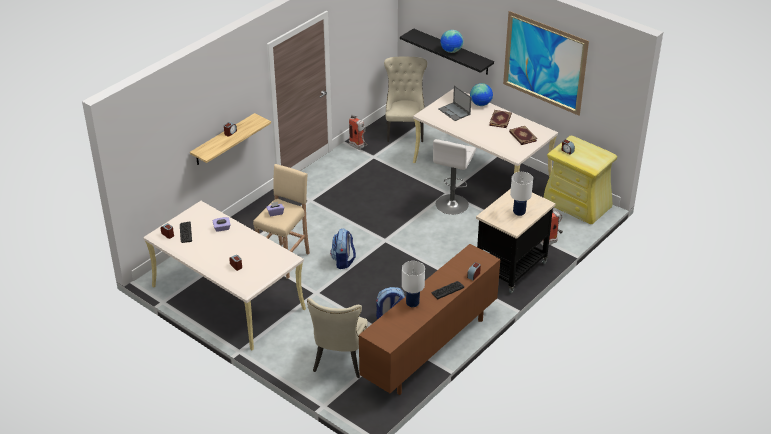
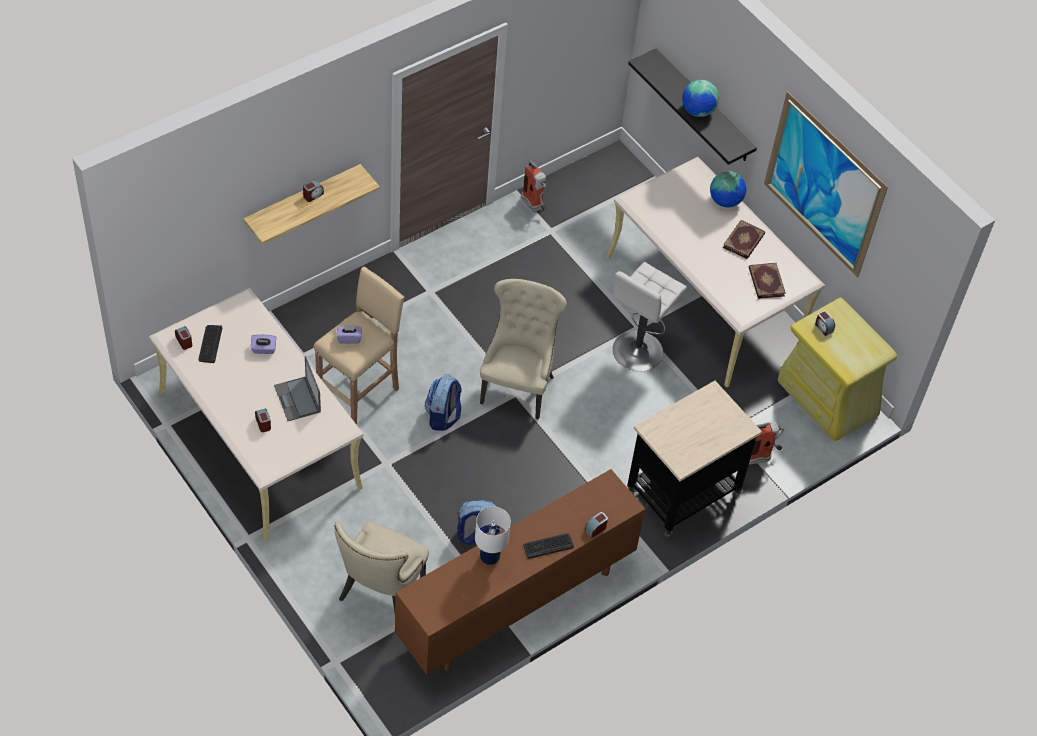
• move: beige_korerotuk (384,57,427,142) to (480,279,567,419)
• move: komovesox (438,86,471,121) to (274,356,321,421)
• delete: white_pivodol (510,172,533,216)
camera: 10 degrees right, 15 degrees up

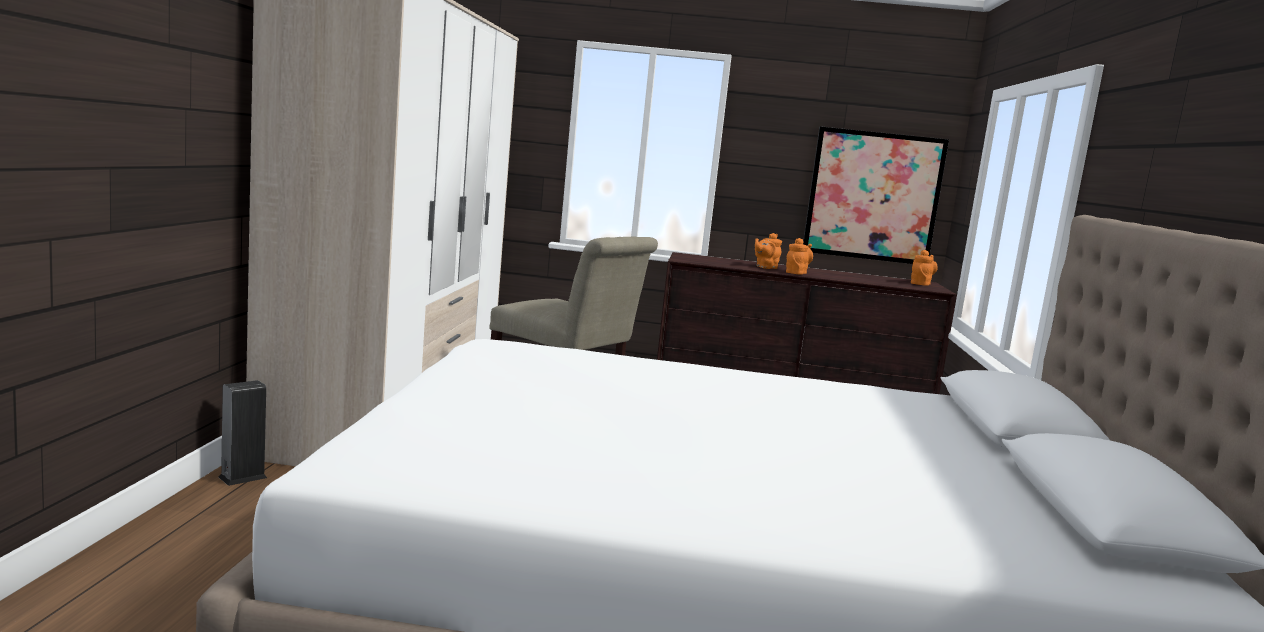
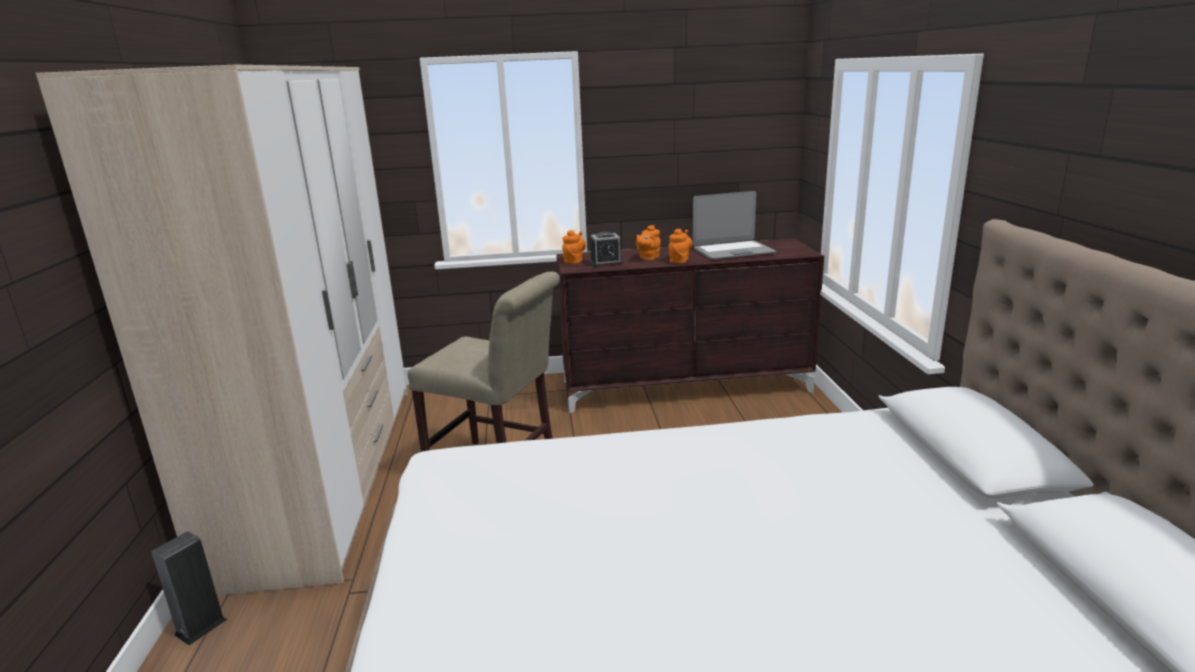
• delete: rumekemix (803,126,949,264)
• move: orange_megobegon (911,250,938,286) to (562,230,586,264)
• insert: komovesox (693,191,776,259)
• insert: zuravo (590,232,623,267)
camera: 10 degrees left, 10 degrees up

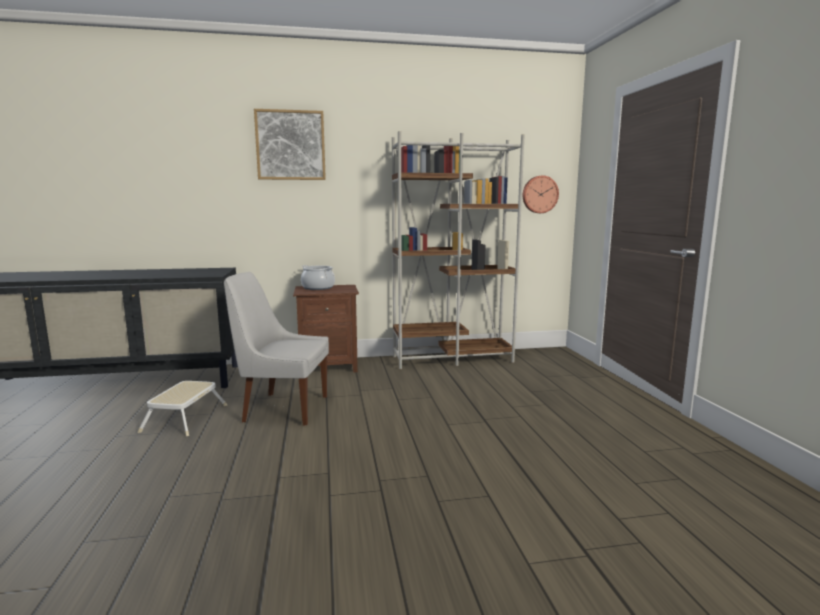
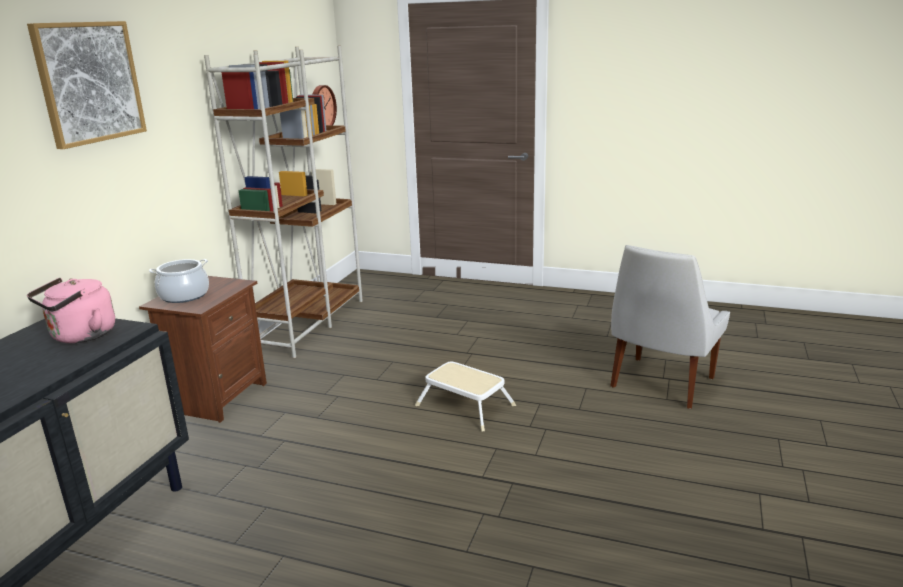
• move: white_korerotuk (224,272,329,426) to (610,245,730,409)
• move: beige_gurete (137,381,227,436) to (415,362,516,431)
• insert: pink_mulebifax (27,278,115,343)
camera: 60 degrees left, 10 degrees up

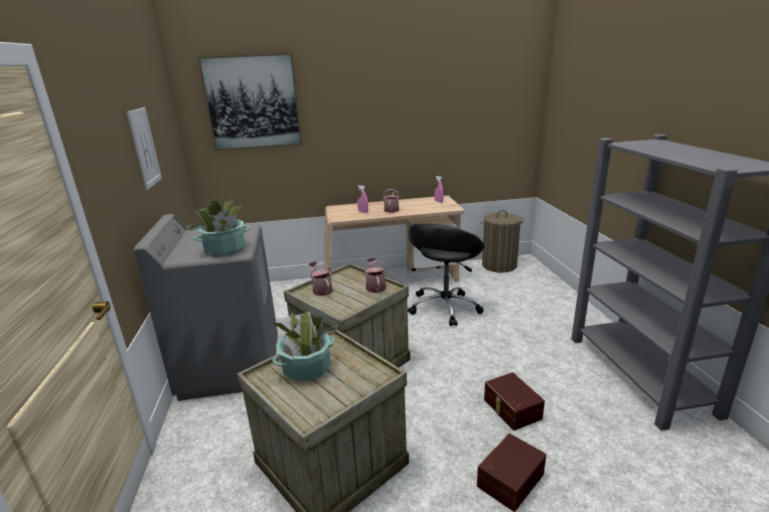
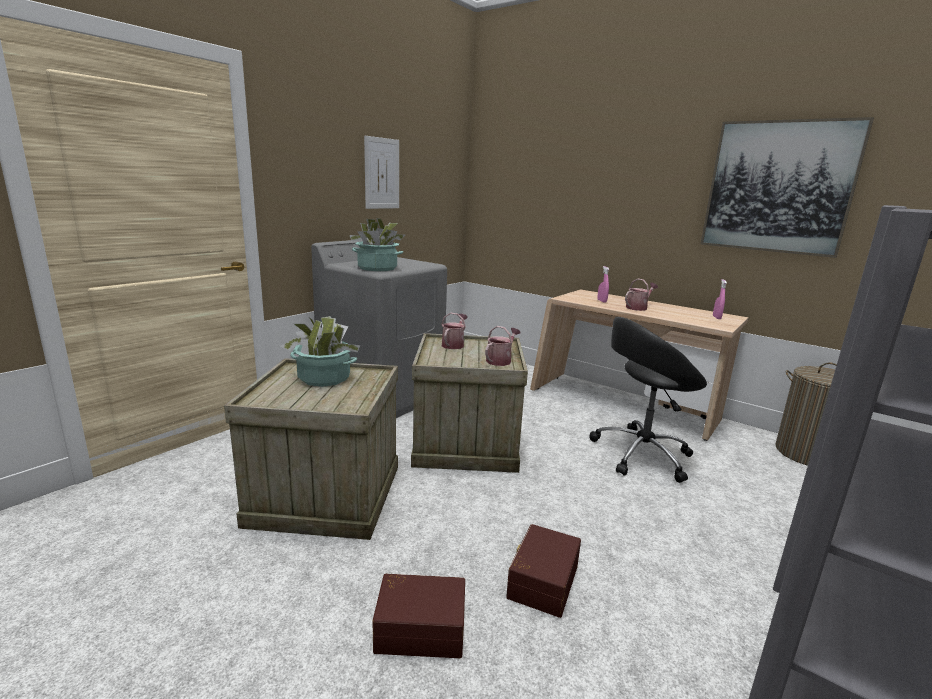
• move: rumekemix (198,53,302,151) to (701,117,874,258)
camera: 45 degrees right, 5 degrees down

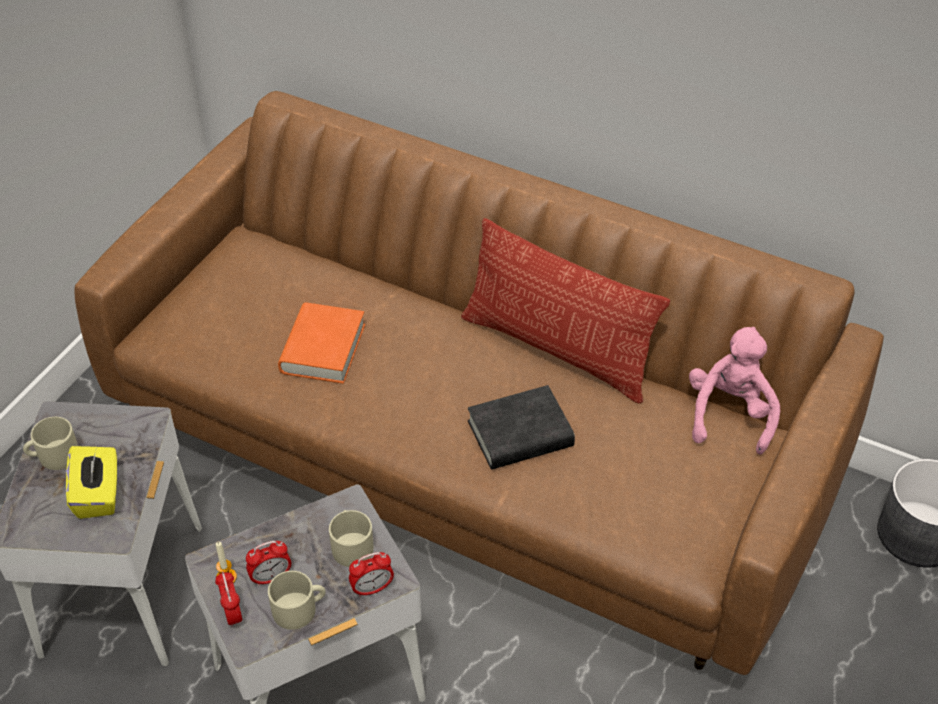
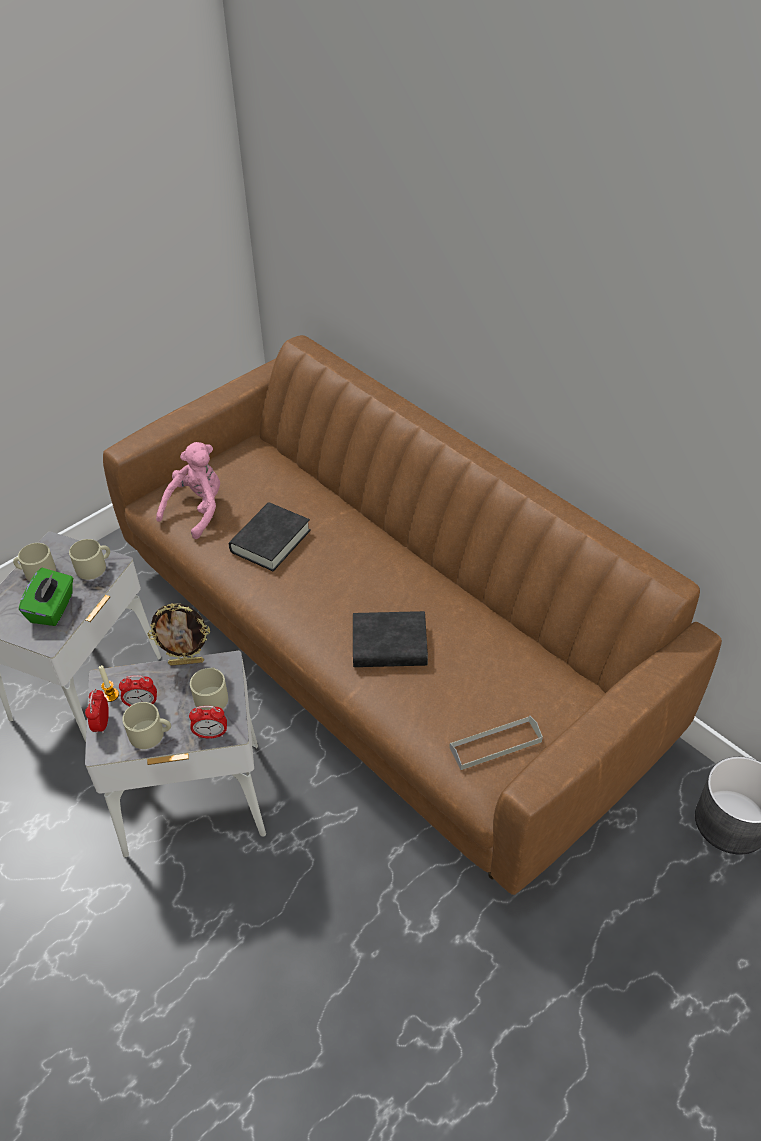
• delete: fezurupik (461,218,670,404)
• recolor: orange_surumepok (278,303,365,384) to black_surumepok (229,502,311,571)
• move: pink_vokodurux (689,327,780,455) to (156,442,220,539)
• recolor: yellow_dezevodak (66,446,117,519) to green_dezevodak (19,568,73,626)
• insert: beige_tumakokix (69,539,110,580)
• insert: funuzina (147,603,210,666)
• insert: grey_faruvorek (449,716,543,770)
camera: 20 degrees right, 0 degrees up

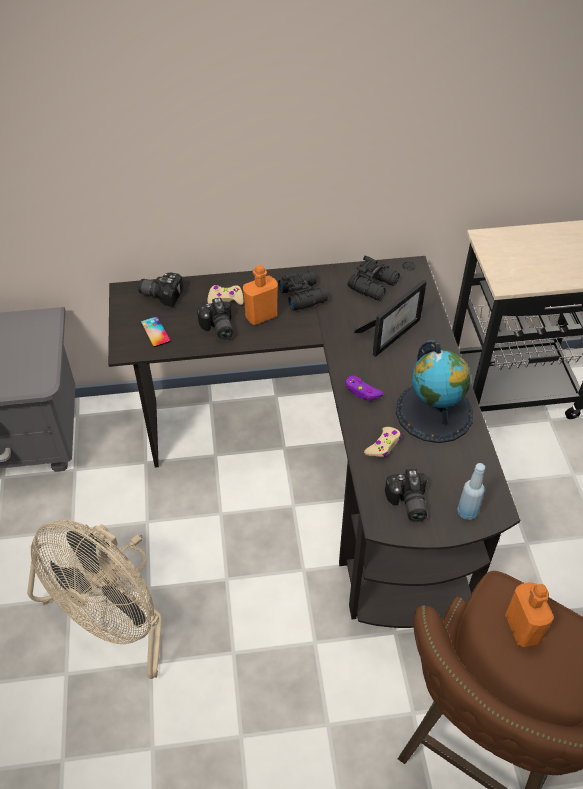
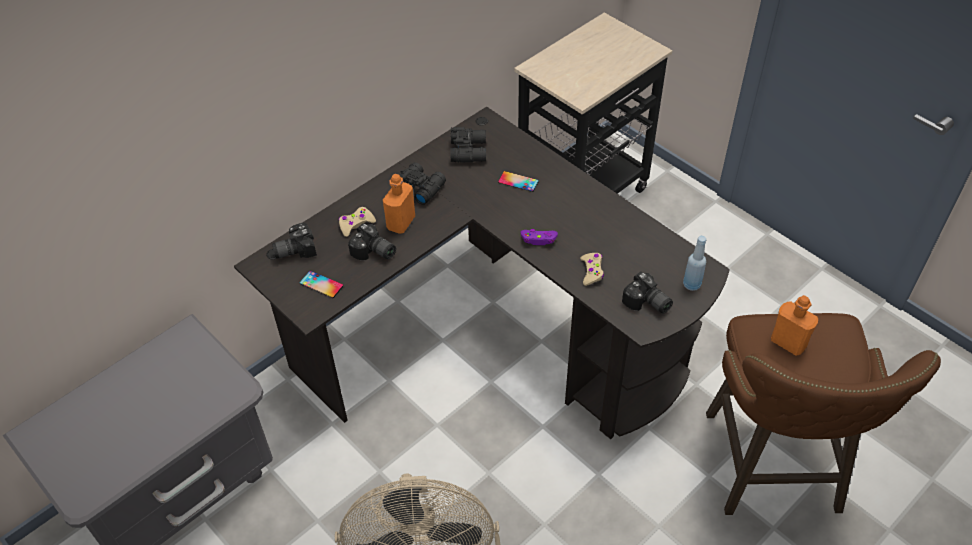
• replace: funuzina (353,280,427,357) to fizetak (498,171,539,192)
• delete: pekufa (396,340,473,443)
camera: 35 degrees left, 0 degrees up

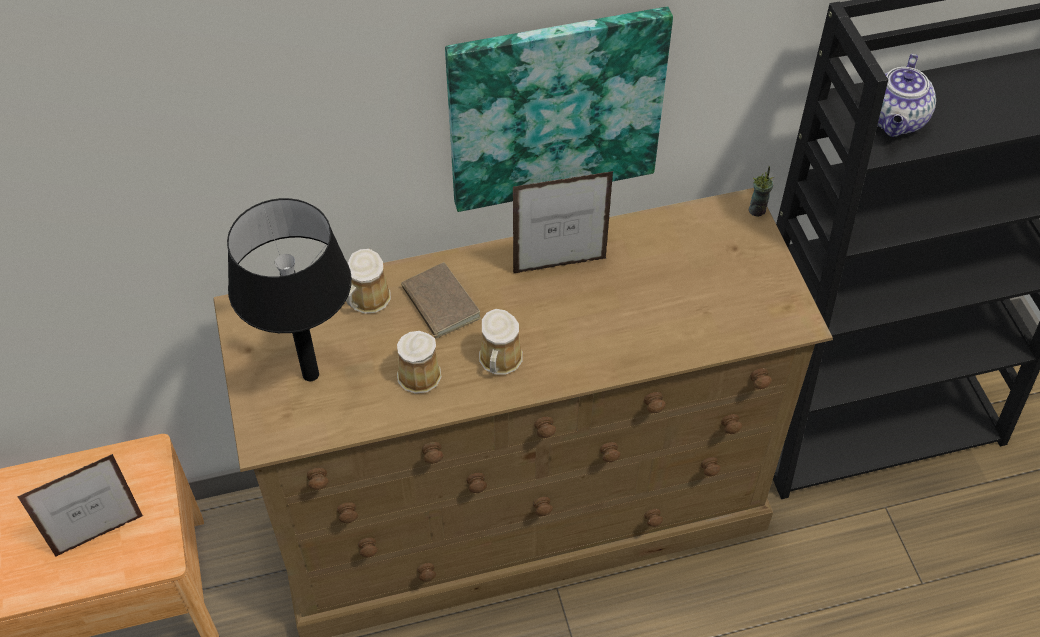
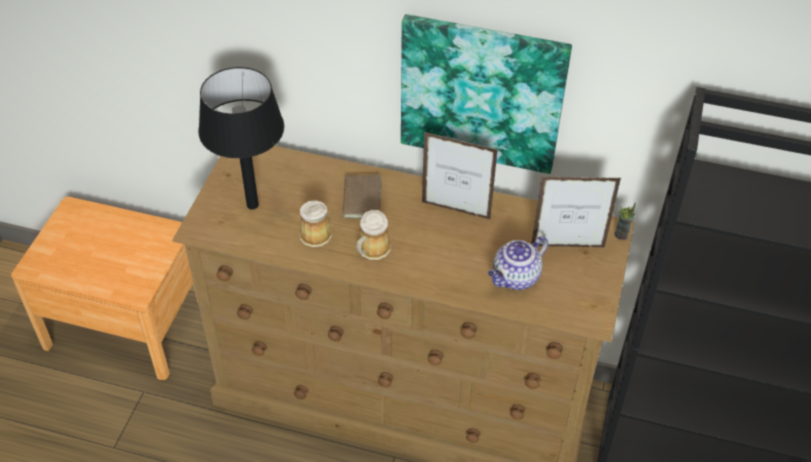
• move: megobegon (878,54,936,137) to (488,236,548,290)
• delete: tumakokix (346,249,391,314)
• move: funuzina (17,454,144,556) to (531,176,621,248)
camera: 30 degrees right, 5 degrees down

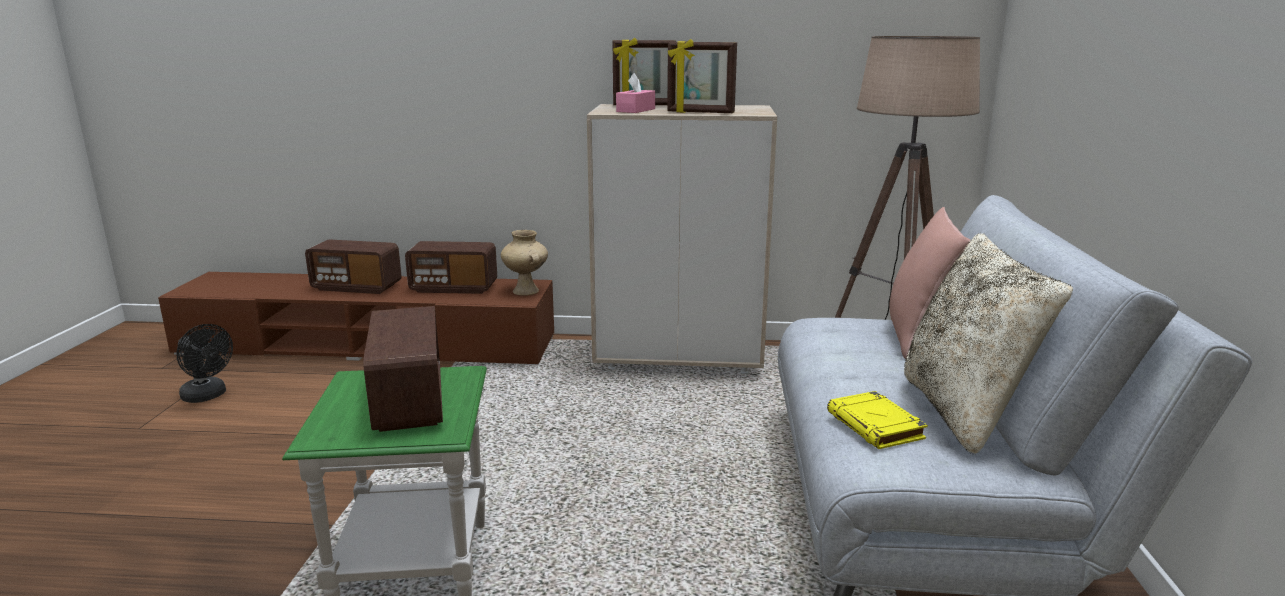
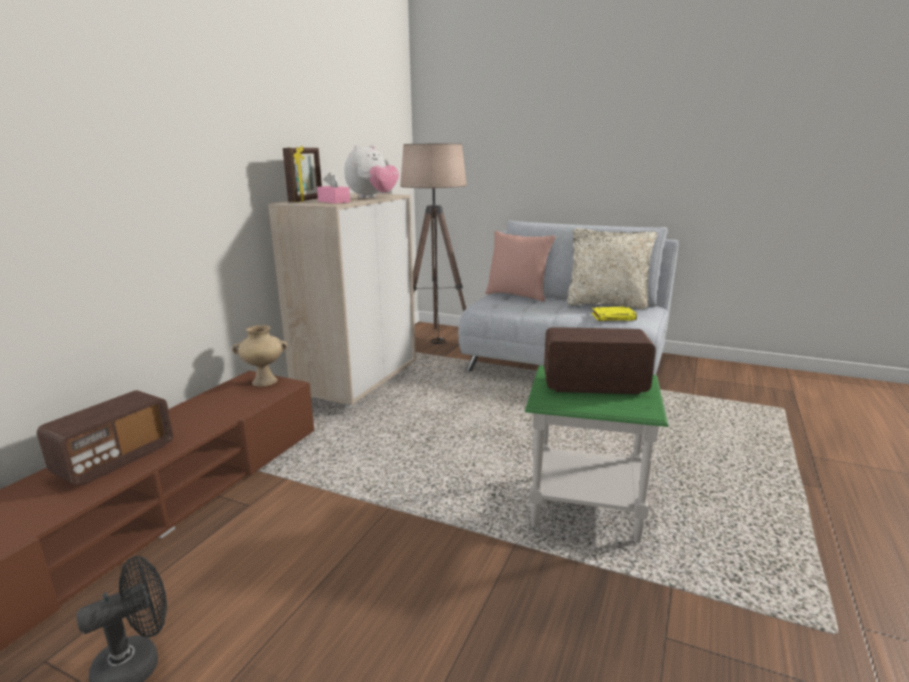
• replace: funuzina (667,39,737,113) to vokodurux (344,145,399,199)
• delete: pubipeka (405,241,497,294)
camera: 70 degrees left, 0 degrees up

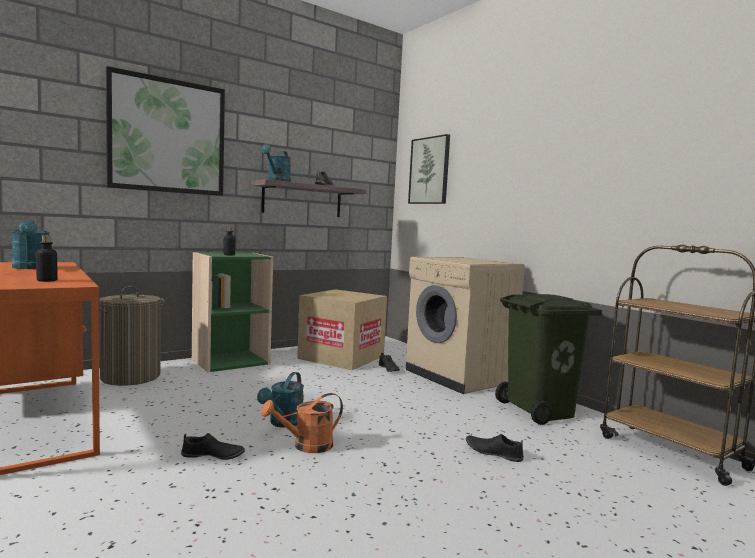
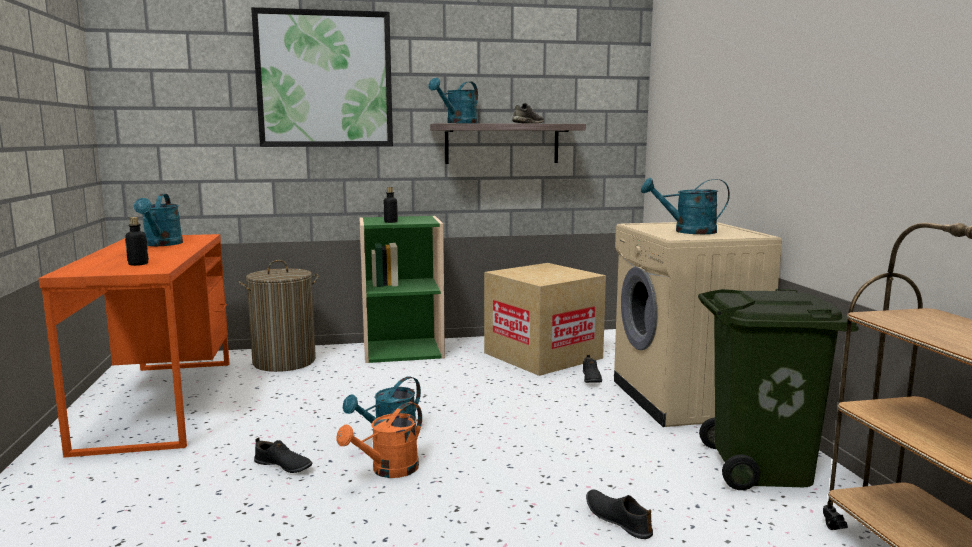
• delete: rumekemix (408,134,450,204)
• rotate: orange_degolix (261,393,343,453) = (336,402,422,478) 45 degrees counterclockwise
• insert: turquoise_degolix (641,178,730,234)
camera: 25 degrees right, 5 degrees up

